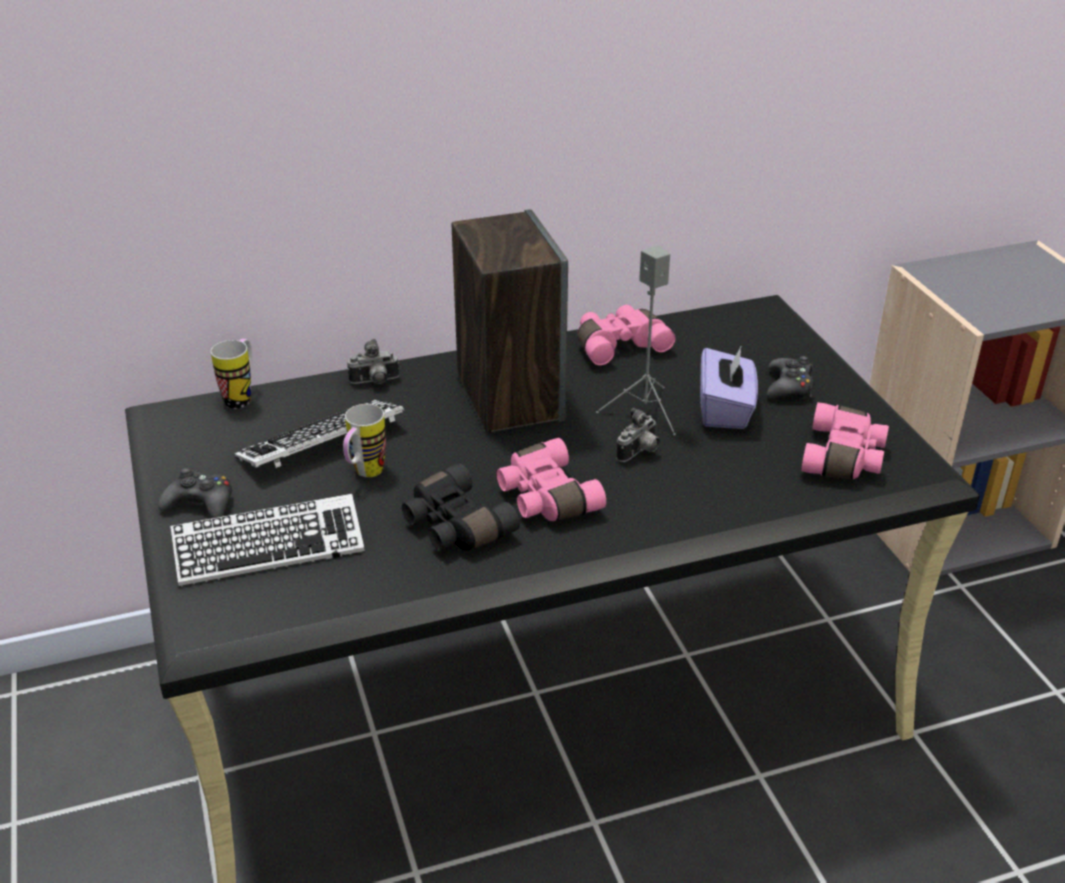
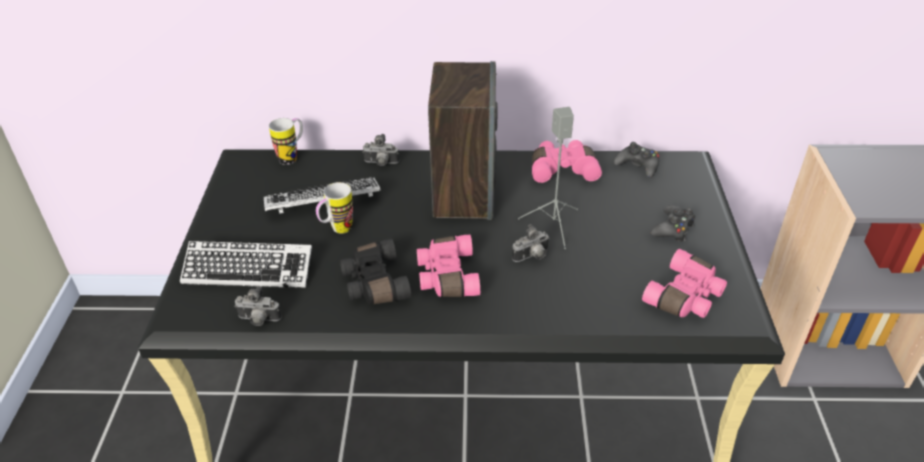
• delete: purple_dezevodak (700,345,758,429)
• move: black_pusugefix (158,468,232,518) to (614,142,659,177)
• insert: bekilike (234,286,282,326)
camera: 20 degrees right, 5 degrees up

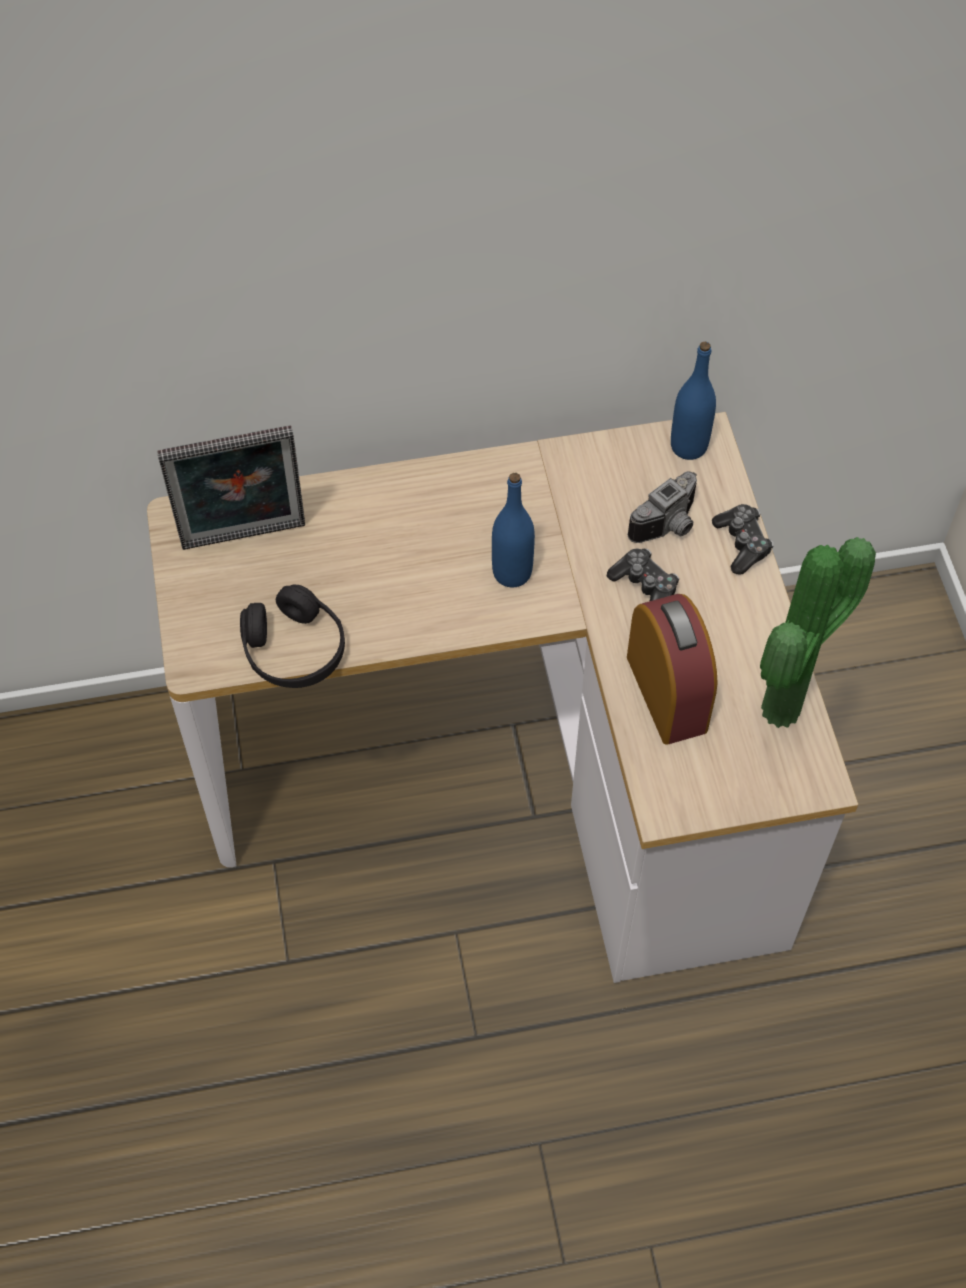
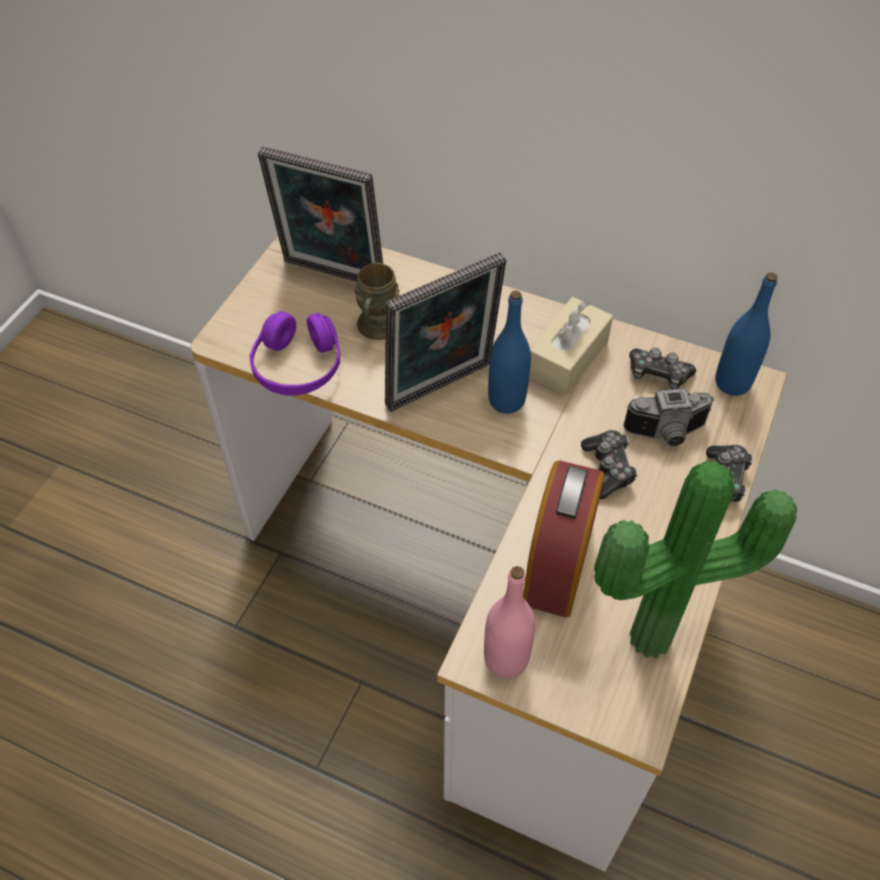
• recolor: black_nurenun (240,585,345,688) to purple_nurenun (249,311,340,396)
• insert: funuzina (385,252,506,412)
• insert: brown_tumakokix (355,263,400,340)
• insert: beige_dezevodak (529,297,613,396)
• insert: pusugefix (629,347,696,390)
• insert: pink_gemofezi (484,566,535,679)
camera: 35 degrees right, 5 degrees down

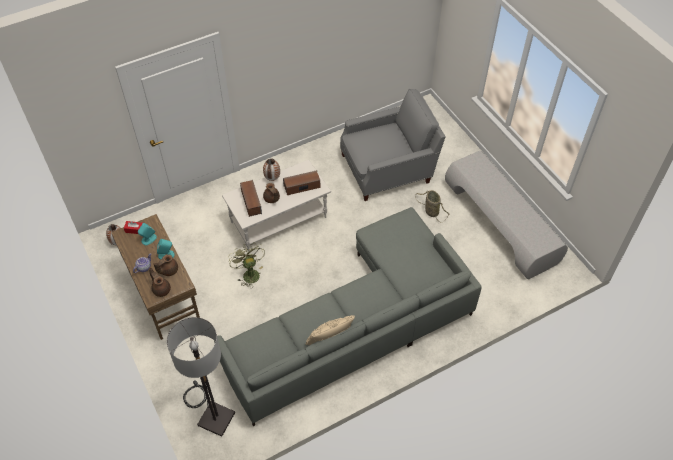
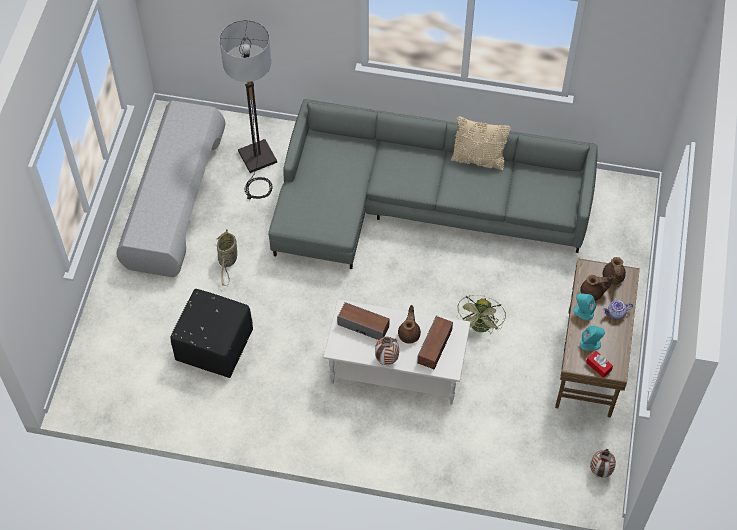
• replace: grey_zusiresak (340,89,446,201) to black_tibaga (170,289,253,378)
• move: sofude (167,317,235,437) to (220,20,277,201)
camera: 140 degrees left, 5 degrees up

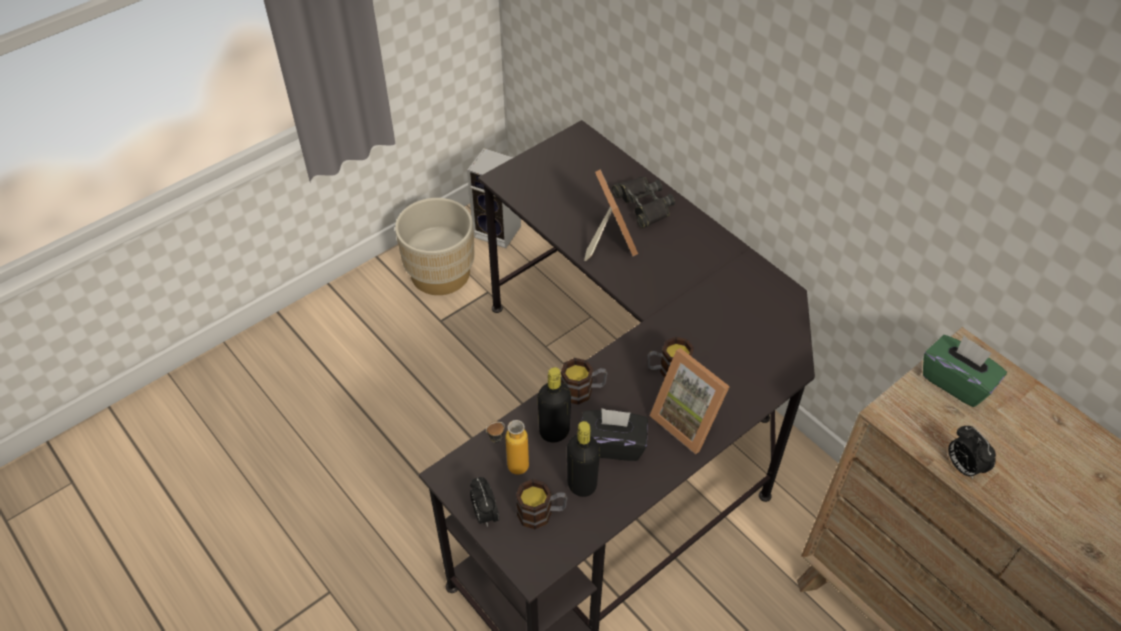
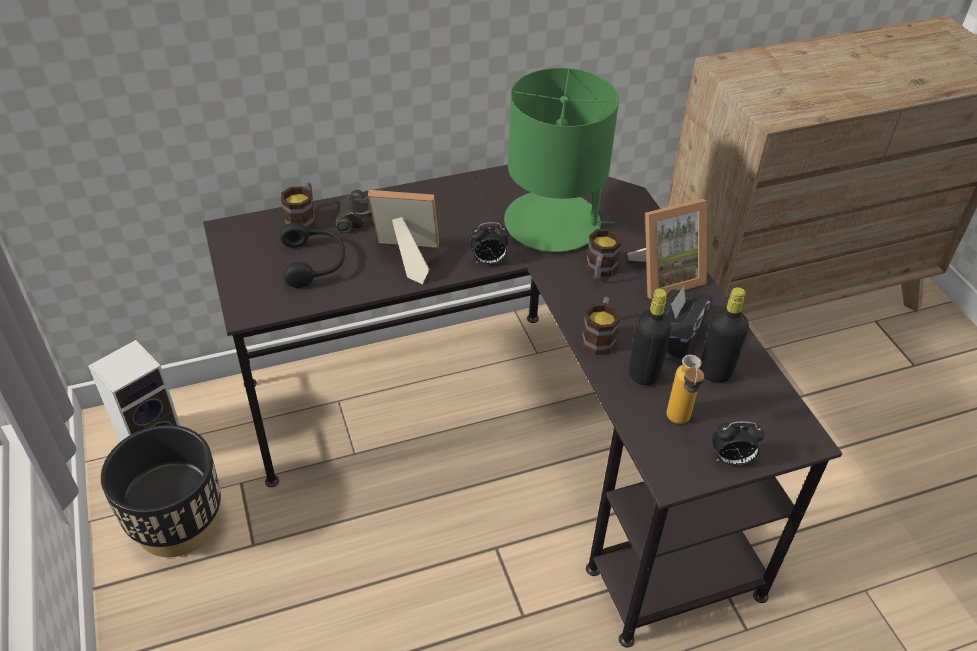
• recolor: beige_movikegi (395,198,474,295) to black_movikegi (101,425,221,557)
• delete: green_dezevodak (923,335,1007,407)
• move: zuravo (948,426,996,480) to (470,222,509,264)
• move: tumakokix (516,479,567,529) to (281,182,315,229)
• insert: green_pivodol (504,68,619,252)
• insert: black_nurenun (280,223,345,288)
camera: 70 degrees left, 5 degrees down

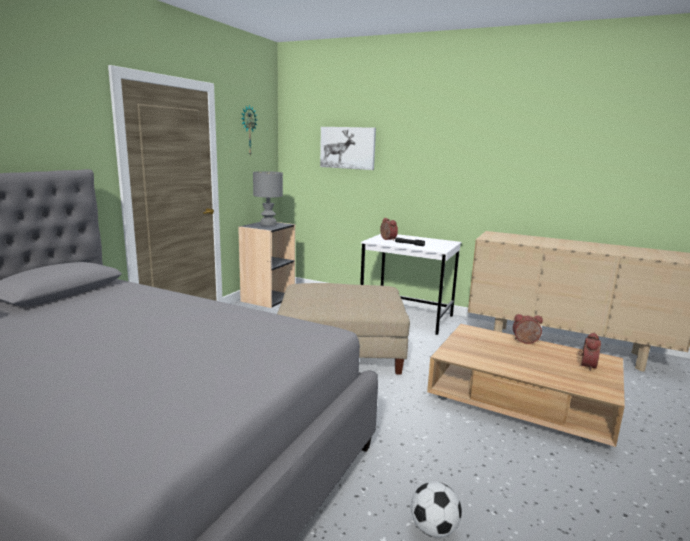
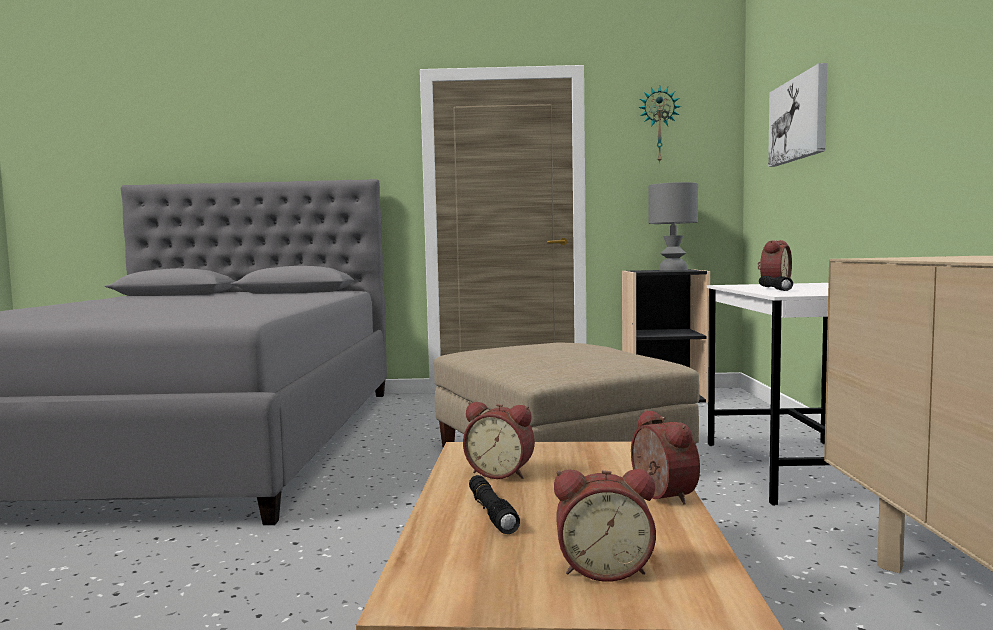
• delete: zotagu (411,482,462,538)
• insert: zuravo (463,402,535,479)
• insert: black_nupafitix (469,475,520,534)
camera: 65 degrees right, 10 degrees down

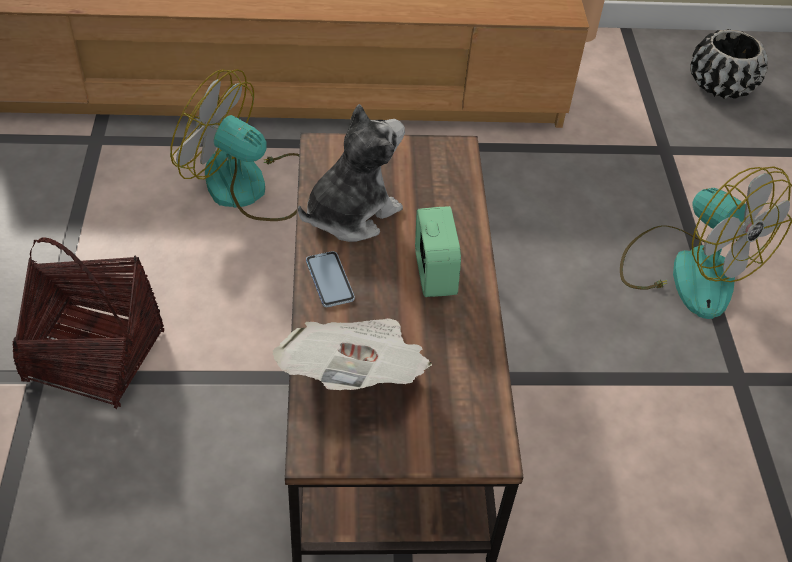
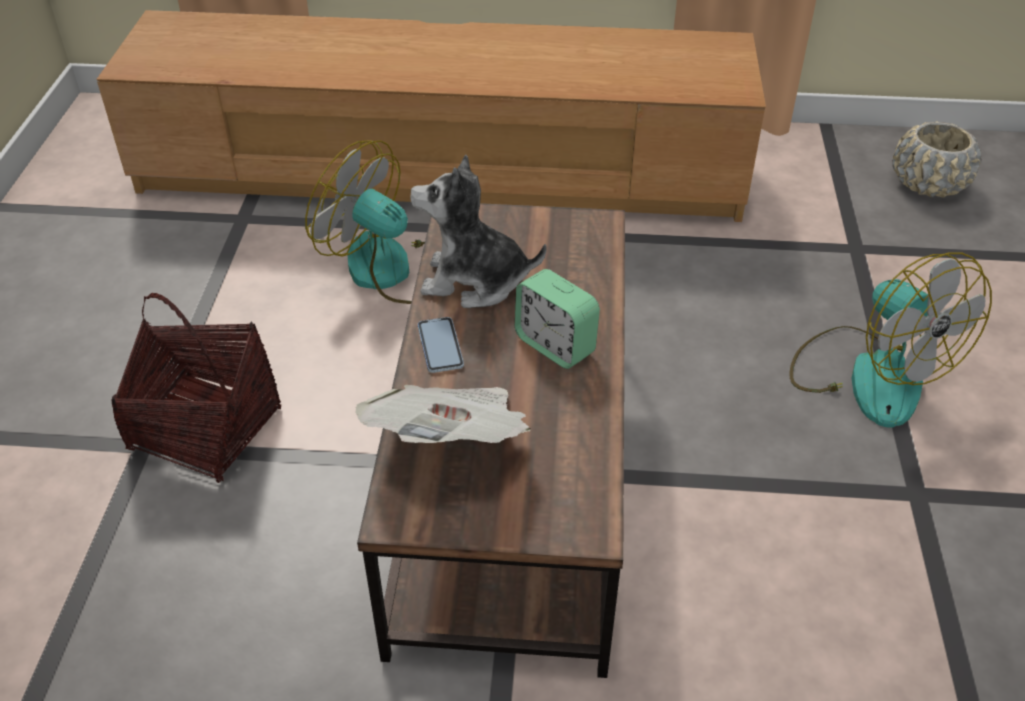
• recolor: black_movikegi (690,29,768,99) to beige_movikegi (893,121,982,197)
• rotate: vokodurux (298,104,405,242) = (410,155,547,308) 135 degrees counterclockwise
• rotate: zuravo (415,206,461,297) = (515,269,600,369) 135 degrees clockwise
camera: 10 degrees right, 5 degrees down

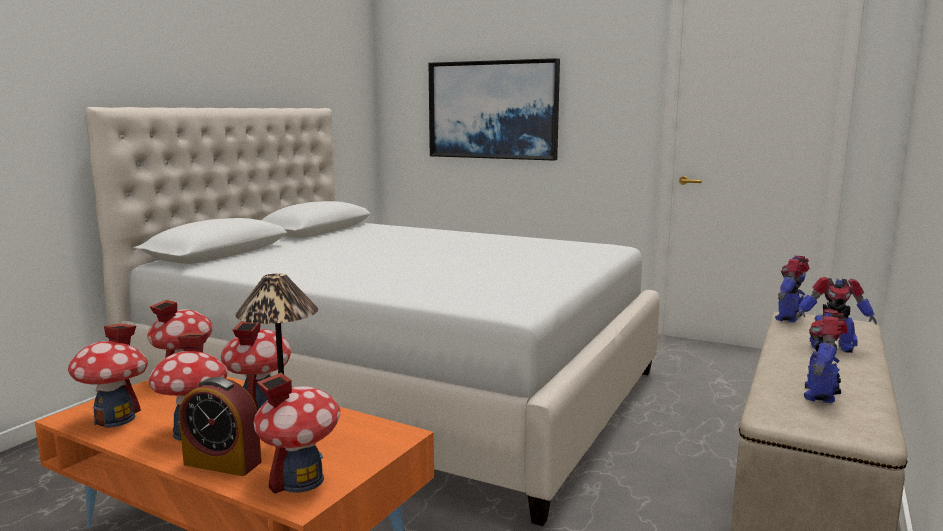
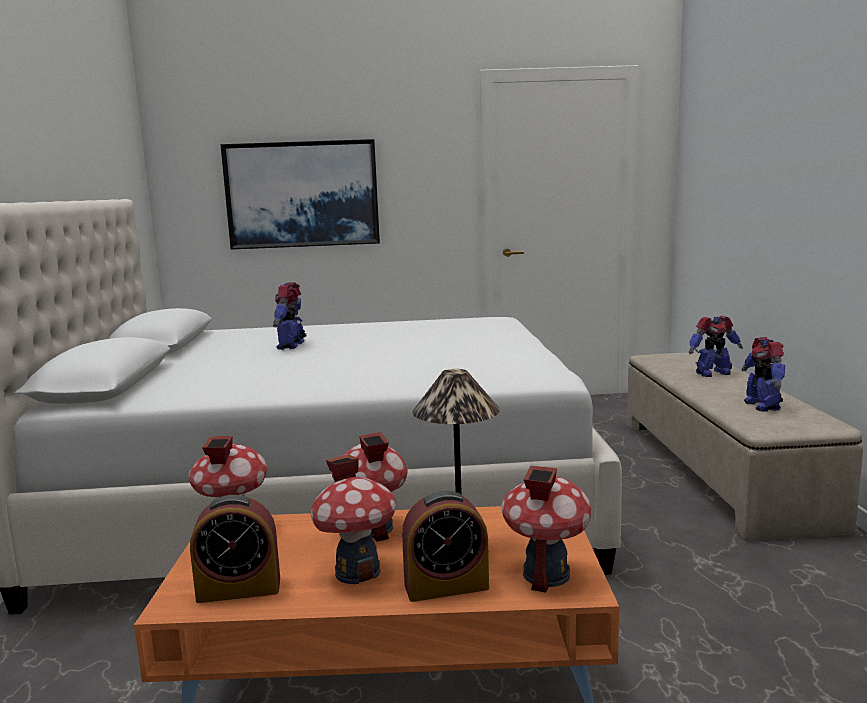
• move: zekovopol (775,256,810,323) to (273,282,307,350)
• replace: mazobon (68,323,148,428) to zuravo (190,495,280,603)
camera: 30 degrees left, 0 degrees up

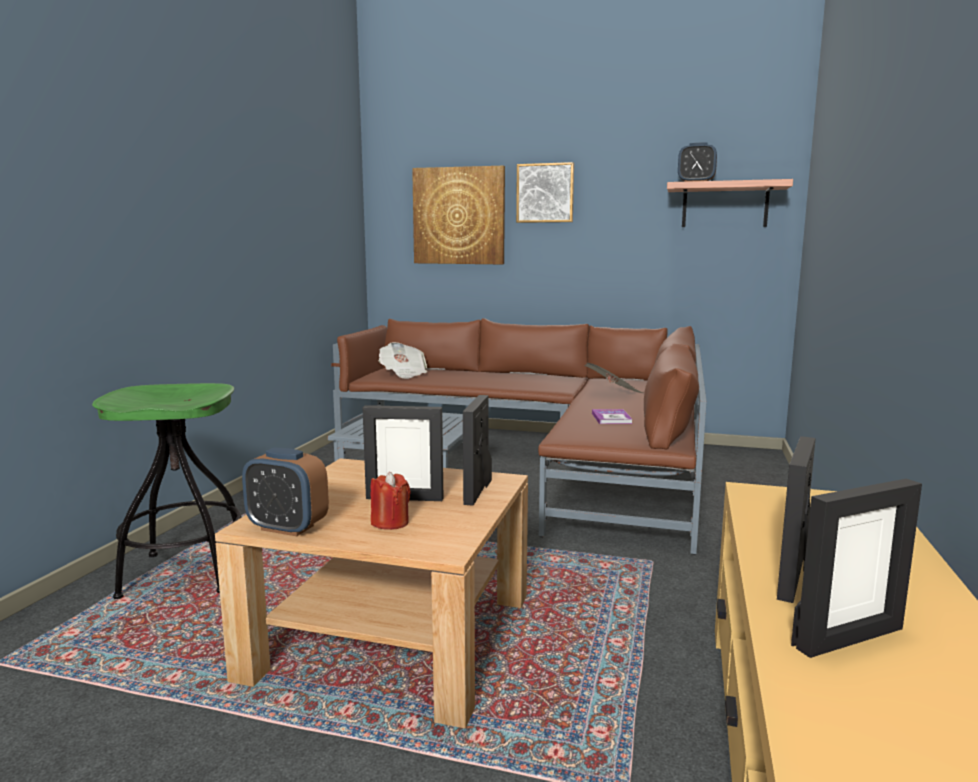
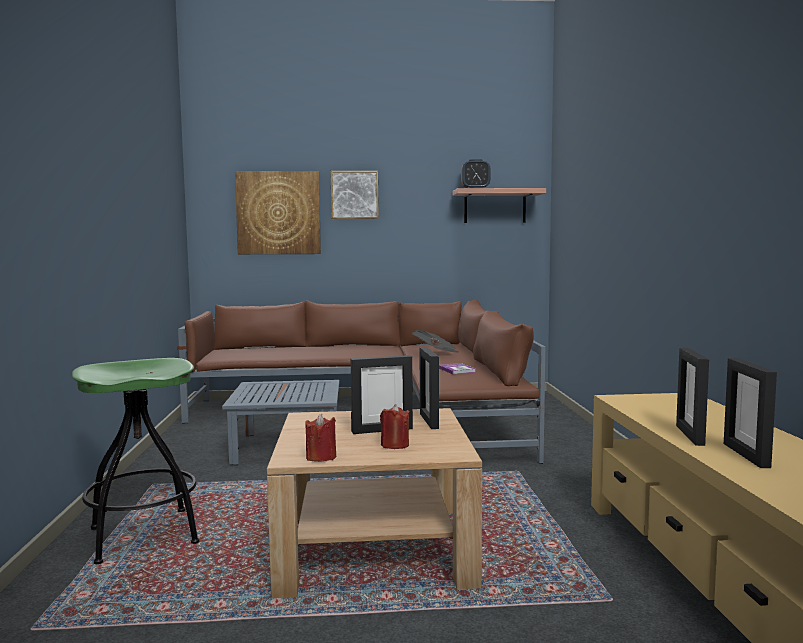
• delete: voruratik (379,342,427,379)
• replace: zuravo (242,448,329,536) to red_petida (305,413,336,462)
• rotate: funuzina (791,479,922,658) = (724,358,777,468) 135 degrees clockwise
camera: 20 degrees left, 5 degrees down

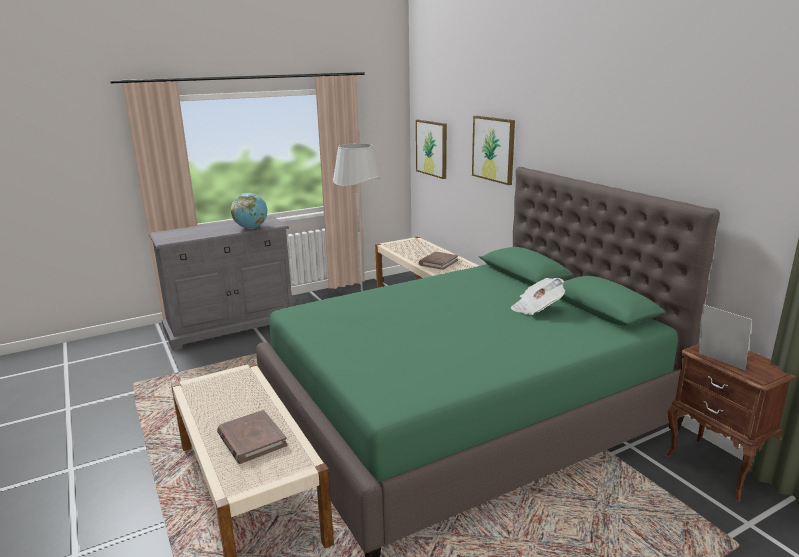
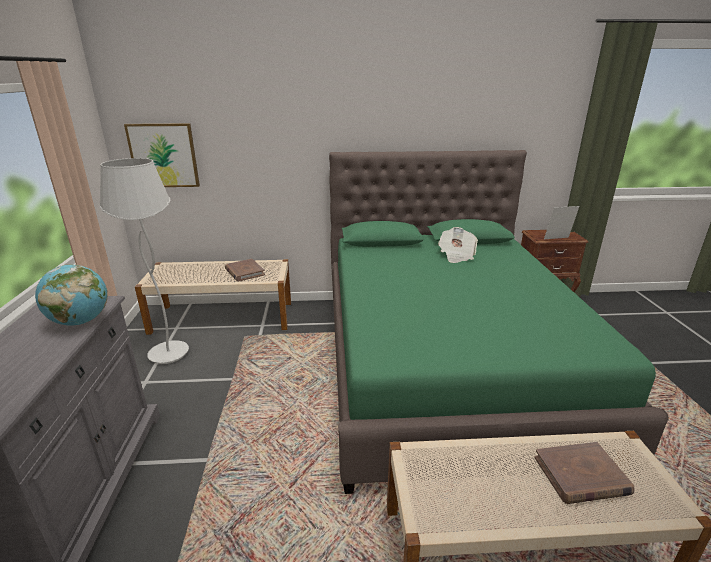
• delete: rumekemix (472,116,515,185)
camera: 65 degrees left, 5 degrees up

